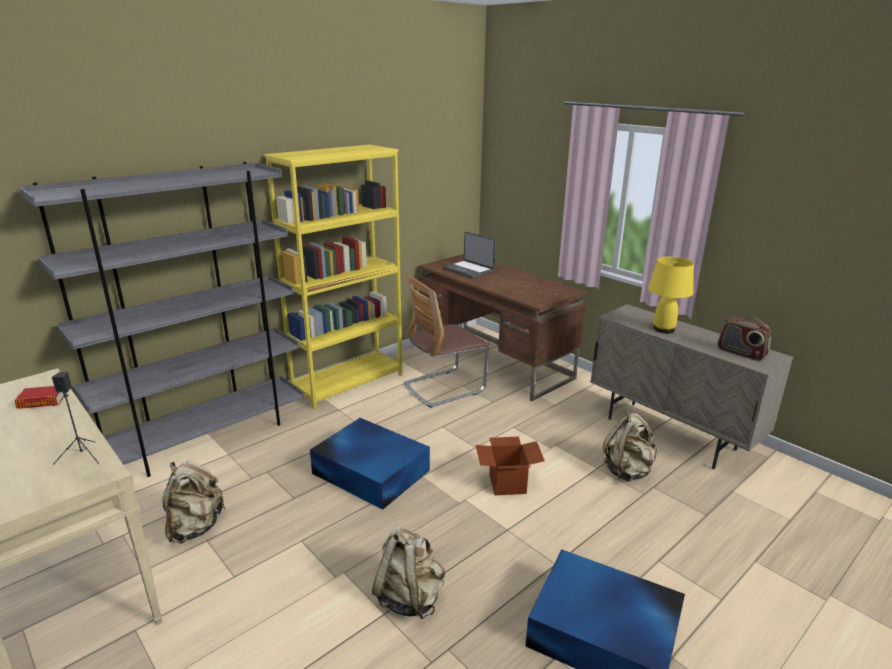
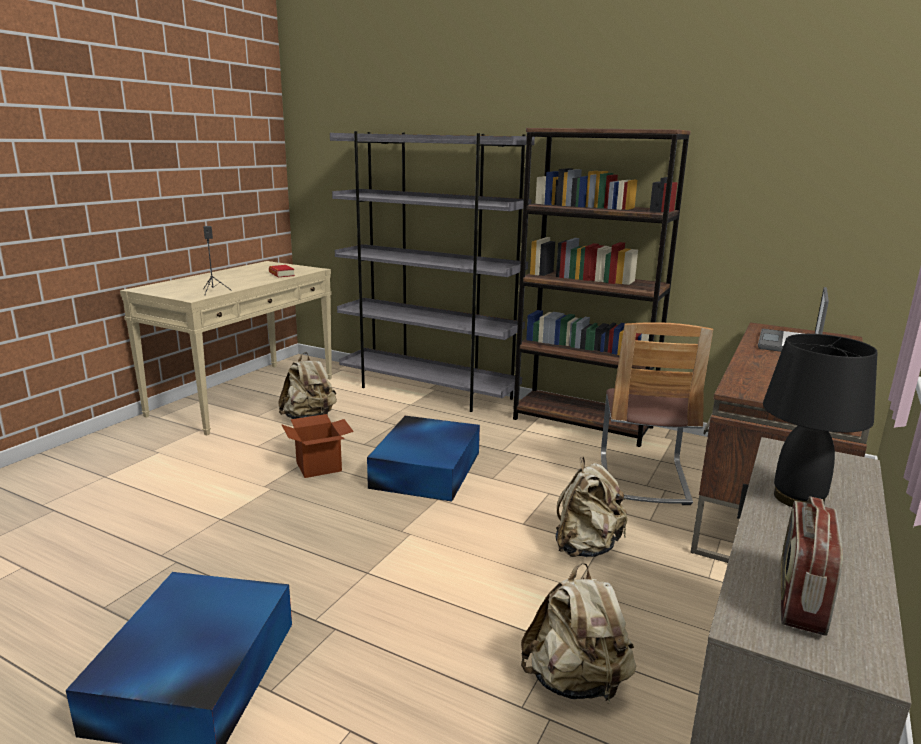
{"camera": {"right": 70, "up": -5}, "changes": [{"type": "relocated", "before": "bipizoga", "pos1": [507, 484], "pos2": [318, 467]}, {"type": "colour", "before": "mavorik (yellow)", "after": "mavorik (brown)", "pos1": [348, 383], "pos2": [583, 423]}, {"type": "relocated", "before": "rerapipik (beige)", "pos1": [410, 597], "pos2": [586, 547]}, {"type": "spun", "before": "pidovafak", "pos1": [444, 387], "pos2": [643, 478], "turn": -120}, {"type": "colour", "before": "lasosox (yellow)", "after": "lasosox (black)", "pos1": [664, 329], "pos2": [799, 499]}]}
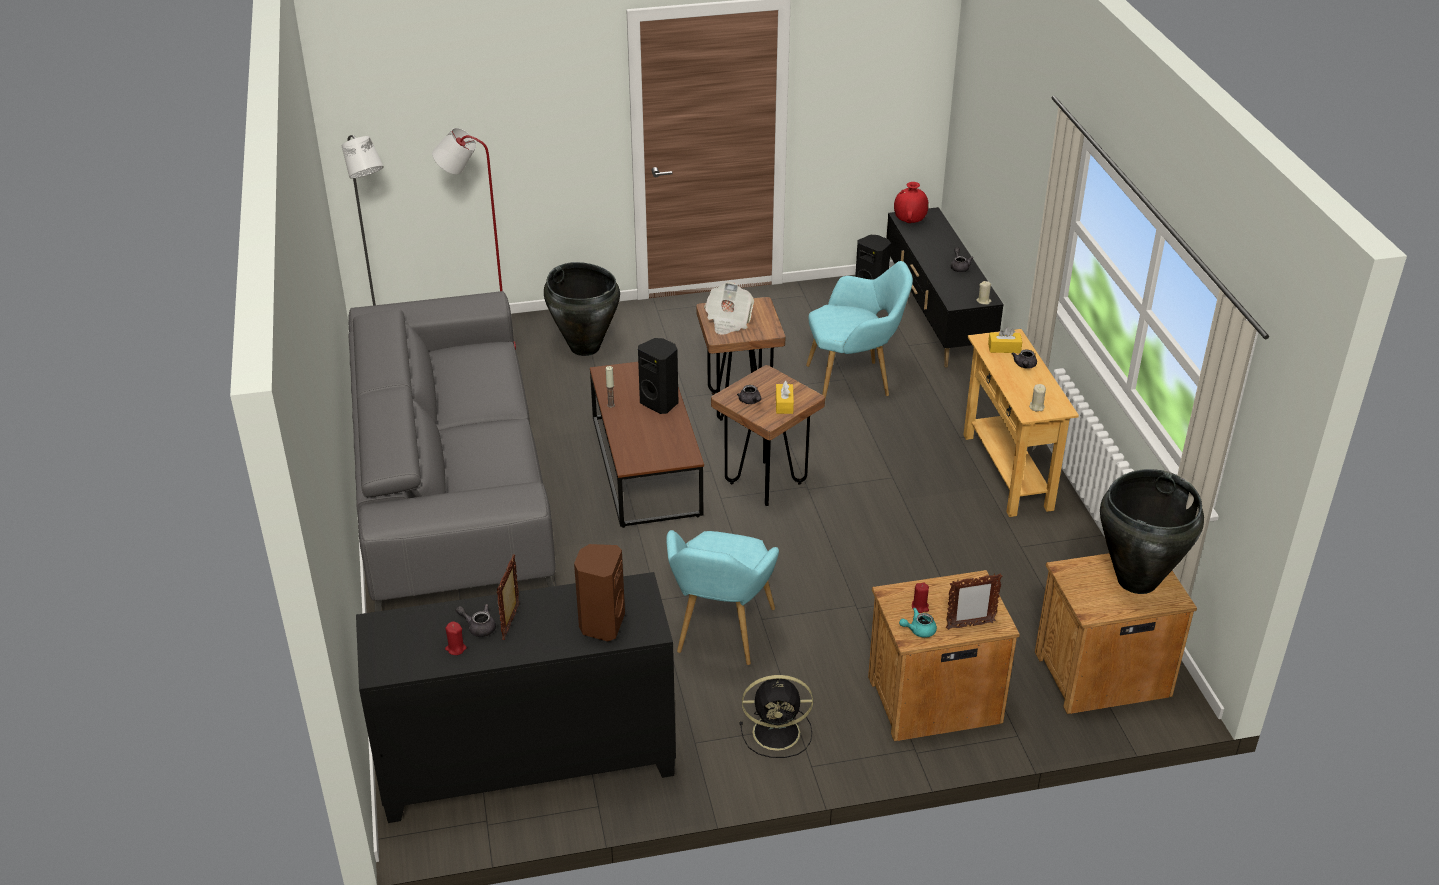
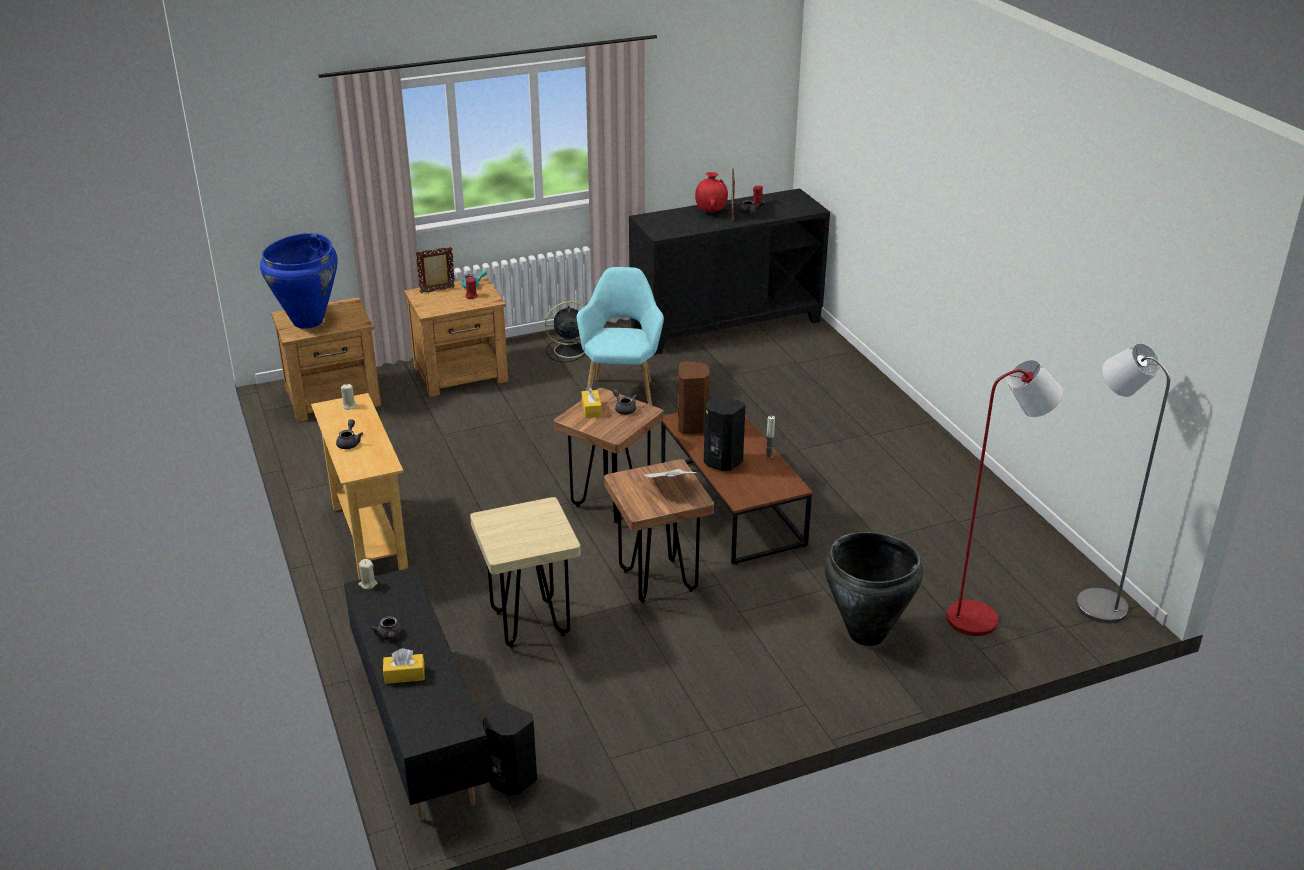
{"camera": {"right": 170, "up": -5}, "changes": [{"type": "colour", "before": "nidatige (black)", "after": "nidatige (blue)", "pos1": [1137, 580], "pos2": [308, 322]}, {"type": "relocated", "before": "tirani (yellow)", "pos1": [1004, 348], "pos2": [404, 675]}, {"type": "exchanged", "before": "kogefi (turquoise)", "after": "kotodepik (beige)", "pos1": [854, 382], "pos2": [530, 623]}, {"type": "relocated", "before": "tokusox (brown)", "pos1": [601, 624], "pos2": [693, 426]}, {"type": "relocated", "before": "nidatige (red)", "pos1": [909, 222], "pos2": [711, 212]}, {"type": "missing", "before": "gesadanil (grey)", "pos1": [450, 481]}]}
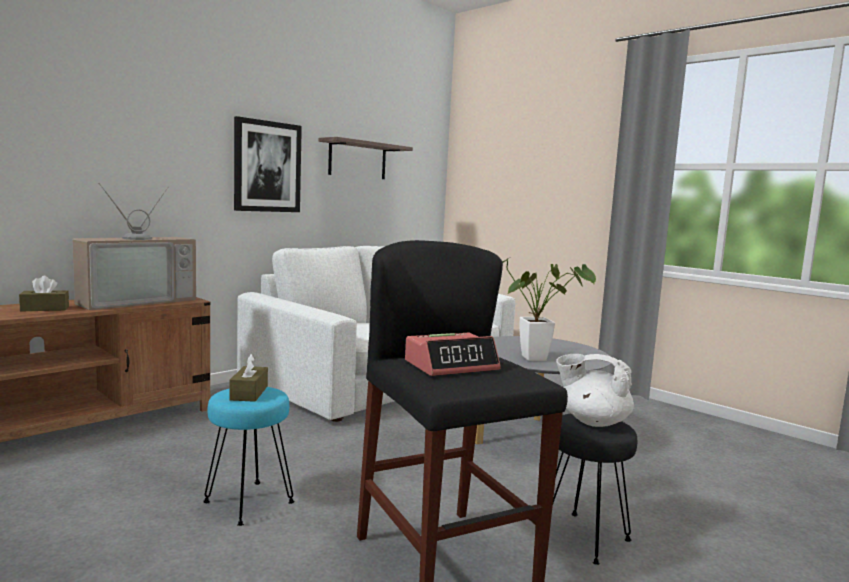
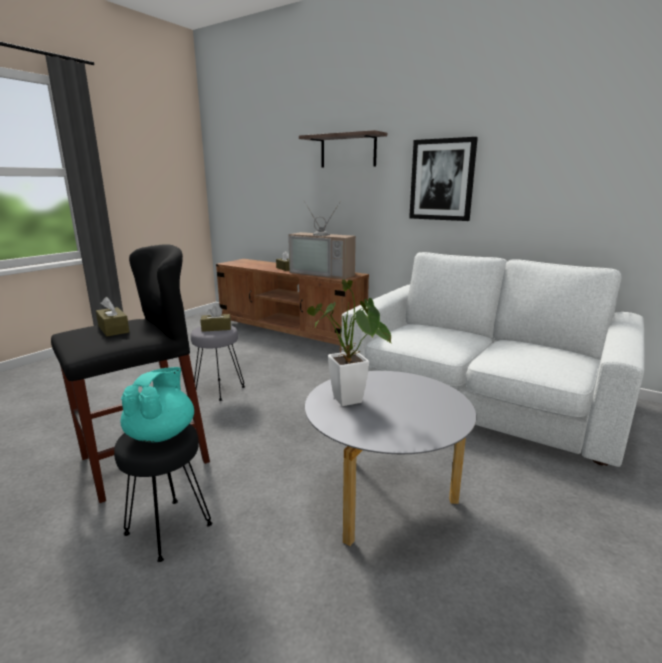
{"camera": {"right": 80, "up": 10}, "changes": [{"type": "exchanged", "before": "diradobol", "after": "tirani (brown)", "pos1": [451, 365], "pos2": [113, 329]}, {"type": "colour", "before": "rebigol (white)", "after": "rebigol (turquoise)", "pos1": [592, 421], "pos2": [161, 434]}, {"type": "colour", "before": "kotodepik (turquoise)", "after": "kotodepik (grey)", "pos1": [248, 503], "pos2": [219, 389]}, {"type": "relocated", "before": "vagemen", "pos1": [357, 160], "pos2": [348, 151]}]}
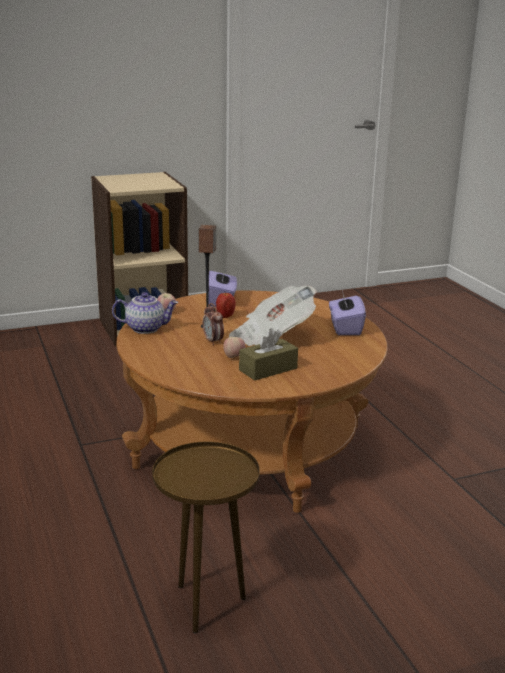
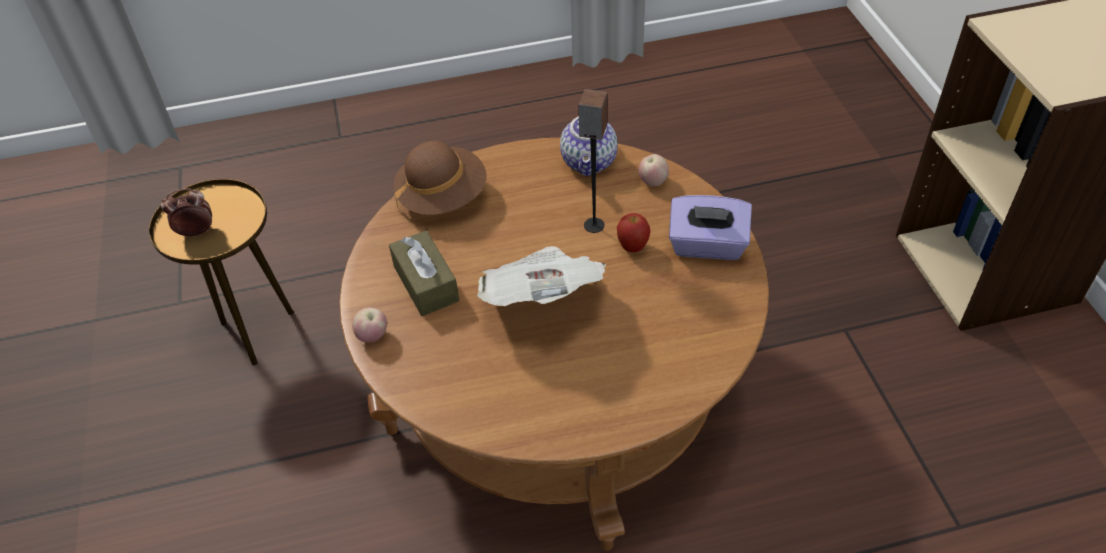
{"camera": {"right": 100, "up": 25}, "changes": [{"type": "relocated", "before": "diradobol", "pos1": [213, 341], "pos2": [196, 232]}, {"type": "relocated", "before": "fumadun", "pos1": [234, 357], "pos2": [372, 336]}, {"type": "appeared", "after": "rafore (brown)", "pos2": [442, 197]}, {"type": "missing", "before": "tirani (purple)", "pos1": [345, 328]}]}
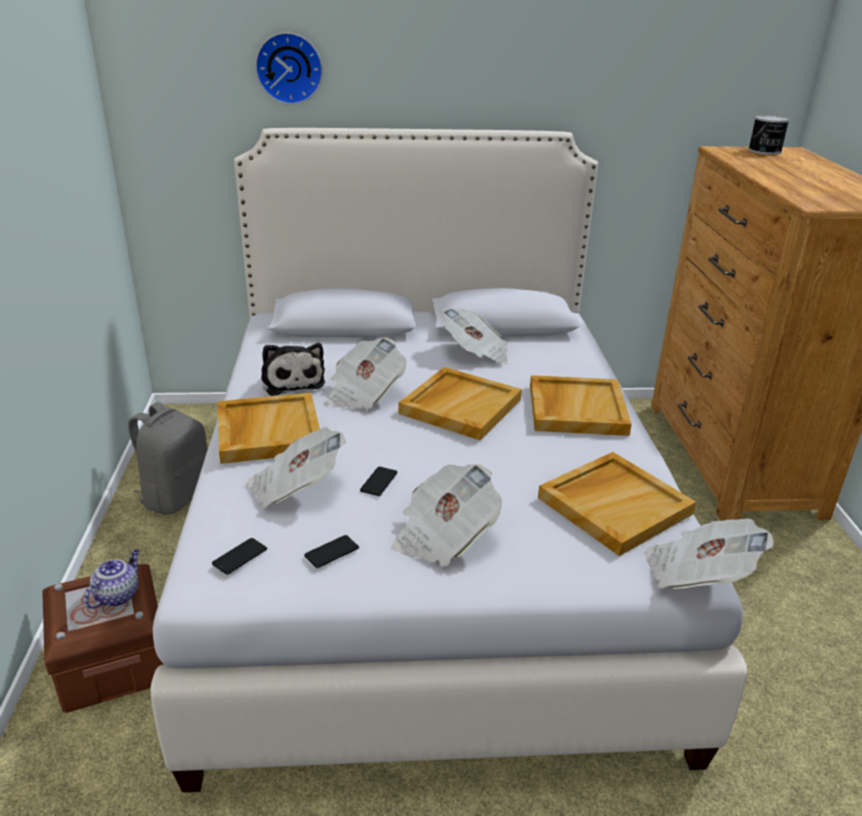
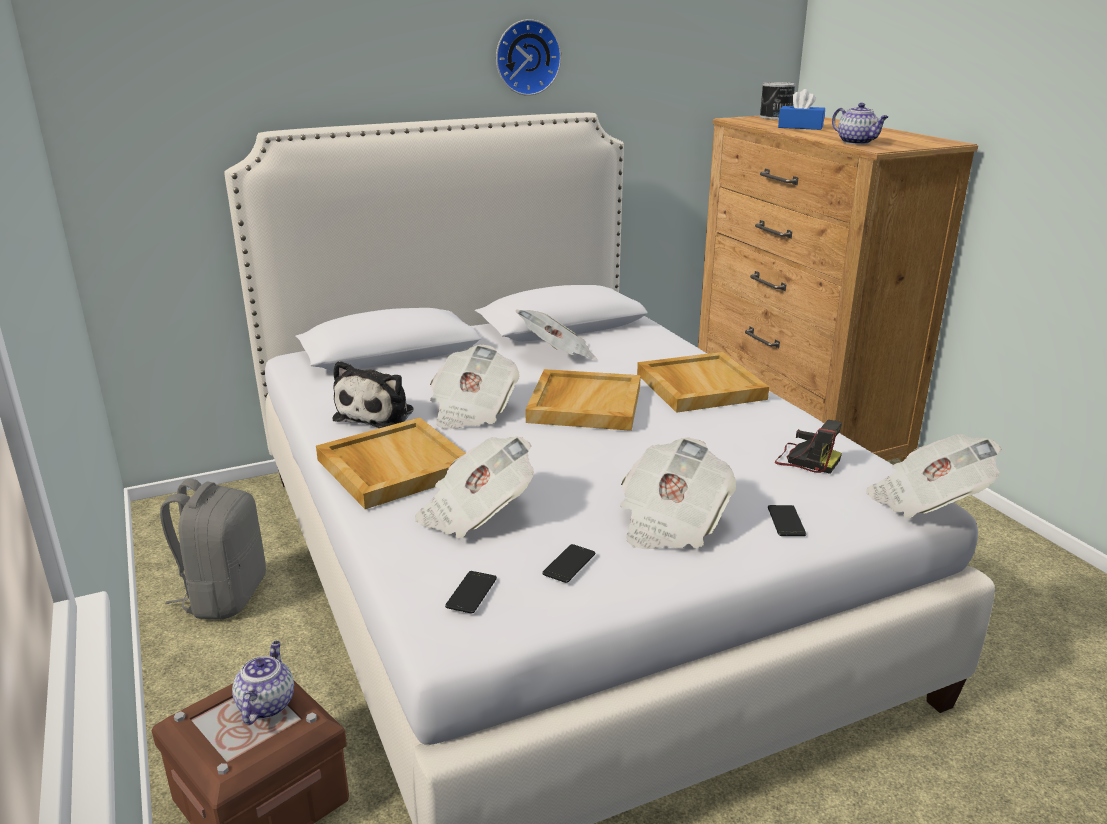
{"camera": {"right": -20, "up": -5}, "changes": [{"type": "spun", "before": "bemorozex", "pos1": [292, 381], "pos2": [377, 414], "turn": 60}, {"type": "relocated", "before": "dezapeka", "pos1": [289, 68], "pos2": [526, 57]}, {"type": "relocated", "before": "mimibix", "pos1": [379, 481], "pos2": [786, 521]}, {"type": "exchanged", "before": "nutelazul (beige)", "after": "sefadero", "pos1": [614, 505], "pos2": [805, 460]}, {"type": "appeared", "after": "tirani (blue)", "pos2": [800, 127]}, {"type": "appeared", "after": "rebigol", "pos2": [857, 142]}]}
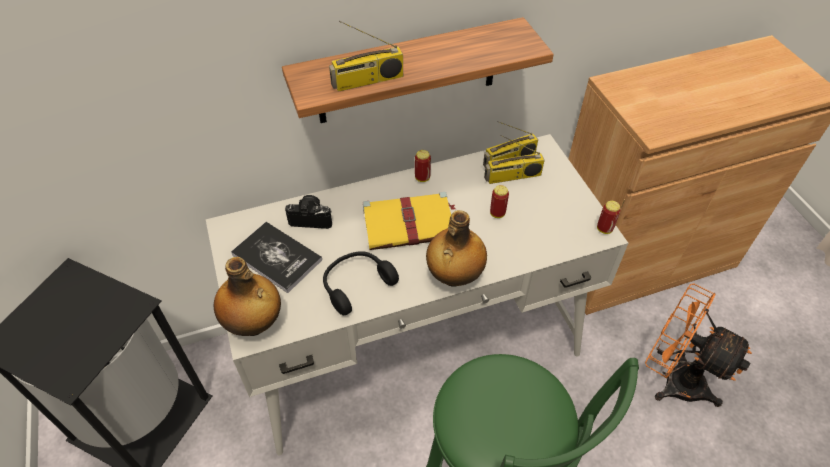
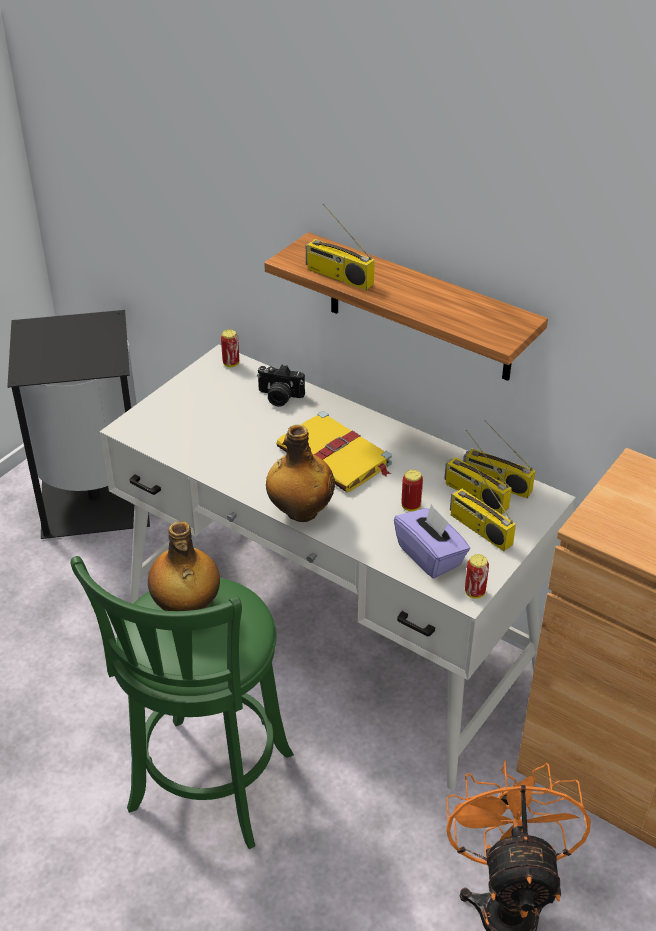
{"camera": {"right": 55, "up": -10}, "changes": [{"type": "relocated", "before": "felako", "pos1": [254, 324], "pos2": [186, 609]}, {"type": "relocated", "before": "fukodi", "pos1": [422, 178], "pos2": [231, 363]}, {"type": "spun", "before": "sefadero", "pos1": [311, 218], "pos2": [279, 397], "turn": 135}, {"type": "appeared", "after": "tirani (purple)", "pos2": [430, 556]}, {"type": "appeared", "after": "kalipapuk", "pos2": [479, 529]}, {"type": "missing", "before": "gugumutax", "pos1": [277, 257]}, {"type": "missing", "before": "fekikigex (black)", "pos1": [356, 284]}]}
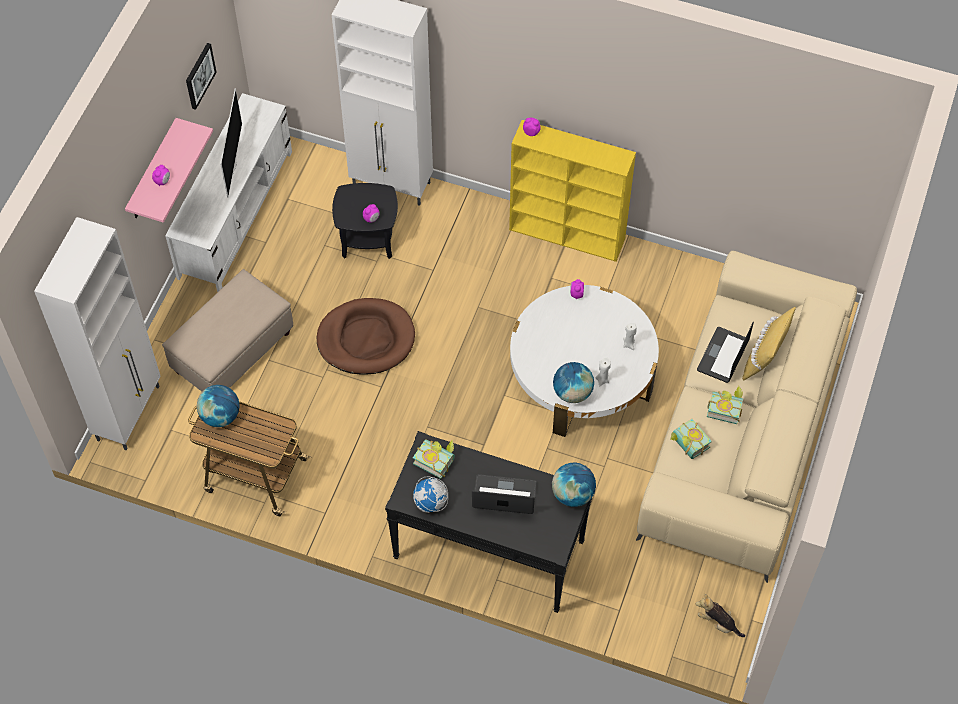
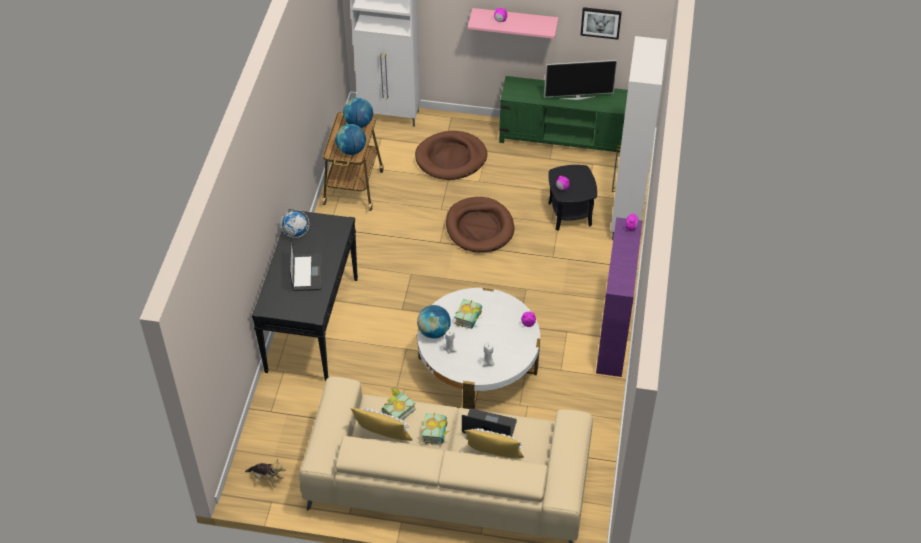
{"camera": {"right": 80, "up": -10}, "changes": [{"type": "spun", "before": "bemorozex", "pos1": [718, 622], "pos2": [267, 478], "turn": 90}, {"type": "relocated", "before": "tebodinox", "pos1": [572, 494], "pos2": [351, 150]}, {"type": "appeared", "after": "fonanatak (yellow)", "pos2": [382, 439]}, {"type": "exchanged", "before": "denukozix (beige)", "after": "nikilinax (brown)", "pos1": [233, 351], "pos2": [451, 158]}, {"type": "relocated", "before": "gugumutax", "pos1": [436, 459], "pos2": [471, 319]}, {"type": "colour", "before": "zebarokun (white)", "after": "zebarokun (green)", "pos1": [236, 213], "pos2": [570, 138]}, {"type": "colour", "before": "mavorik (yellow)", "after": "mavorik (purple)", "pos1": [568, 234], "pos2": [613, 337]}]}
